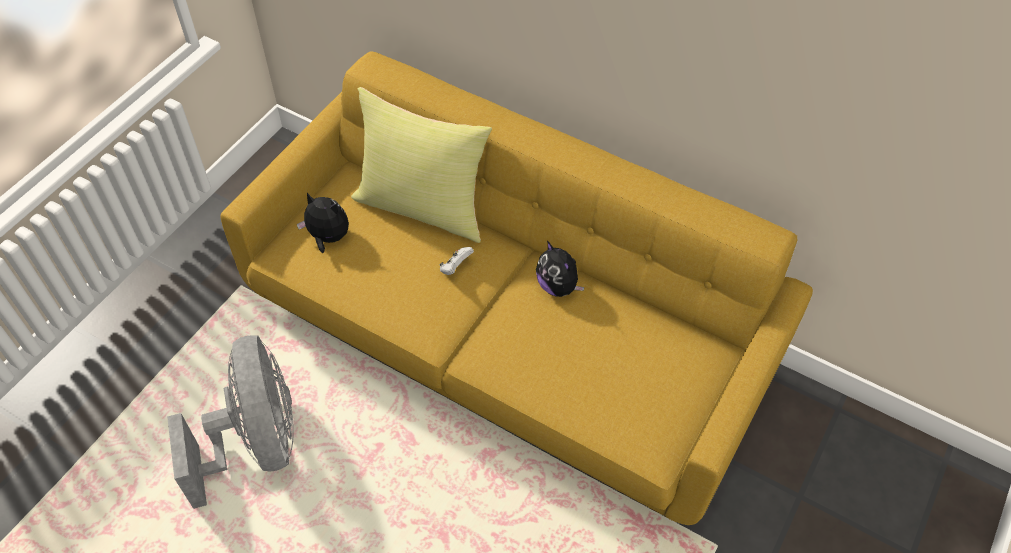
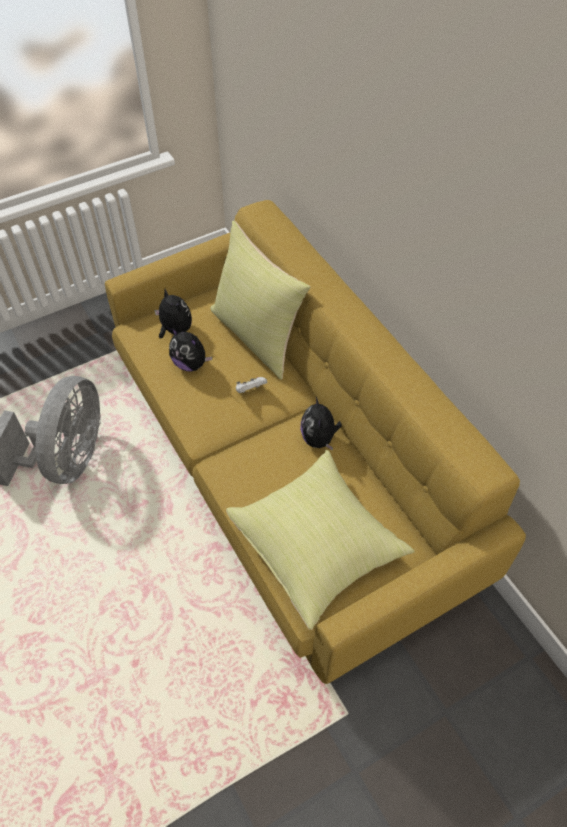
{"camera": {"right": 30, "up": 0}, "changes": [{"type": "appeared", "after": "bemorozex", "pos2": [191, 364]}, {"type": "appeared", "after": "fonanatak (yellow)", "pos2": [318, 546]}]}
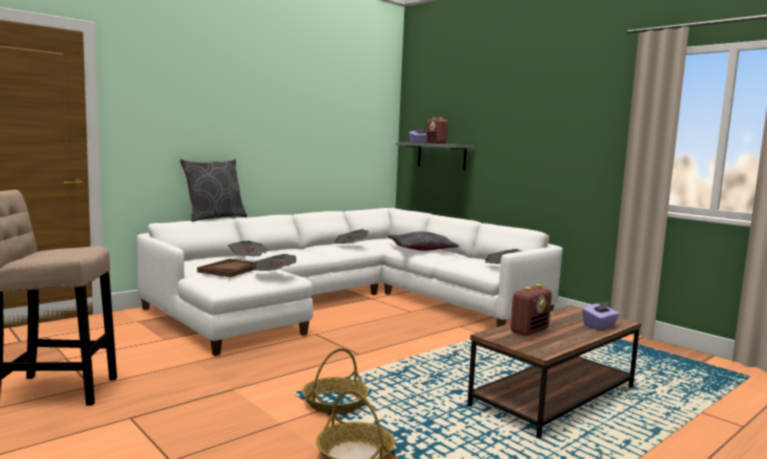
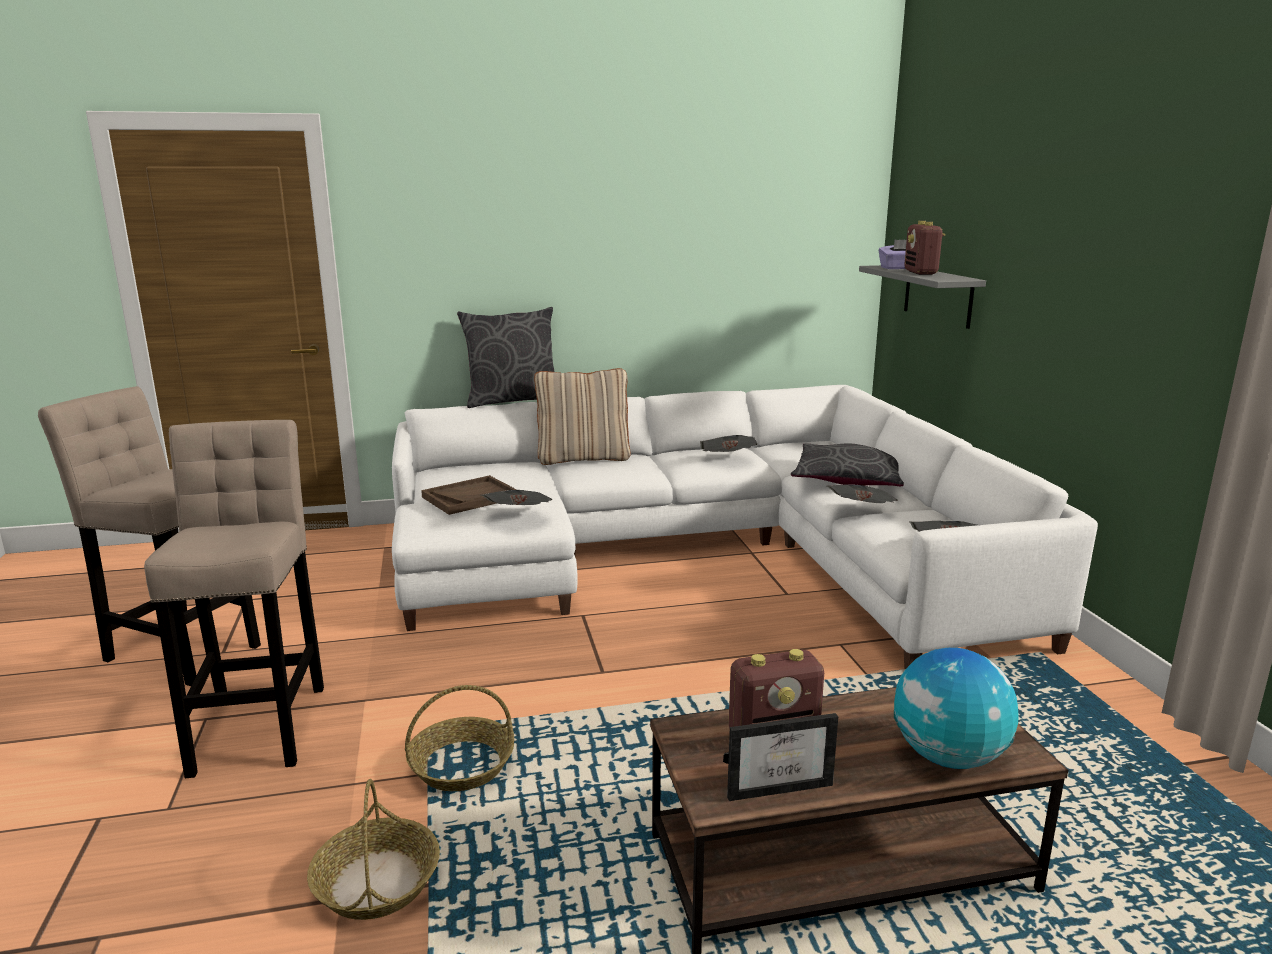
{"camera": {"right": 30, "up": 10}, "changes": [{"type": "appeared", "after": "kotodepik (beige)", "pos2": [260, 723]}, {"type": "appeared", "after": "fonanatak (beige)", "pos2": [583, 458]}, {"type": "appeared", "after": "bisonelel", "pos2": [778, 784]}, {"type": "relocated", "before": "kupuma", "pos1": [249, 260], "pos2": [861, 512]}, {"type": "exchanged", "before": "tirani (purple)", "after": "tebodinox", "pos1": [599, 326], "pos2": [948, 757]}]}
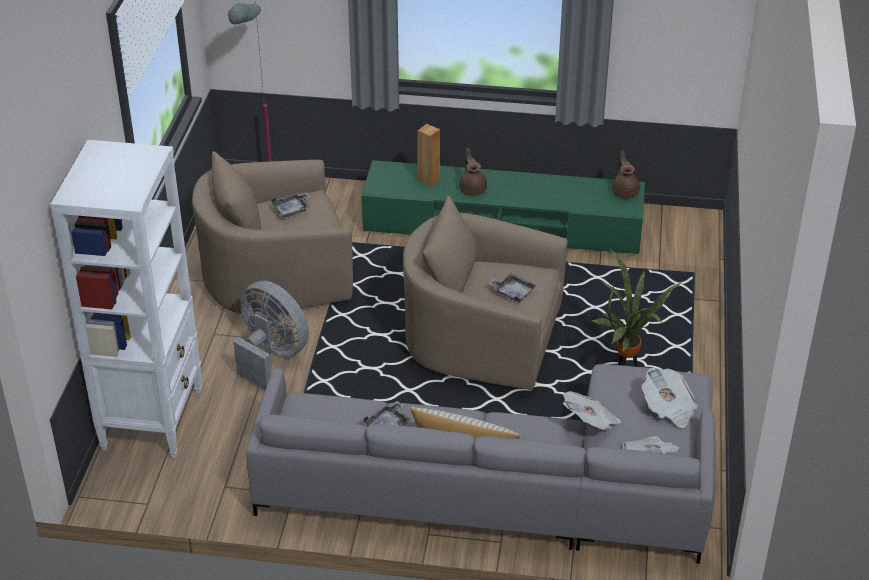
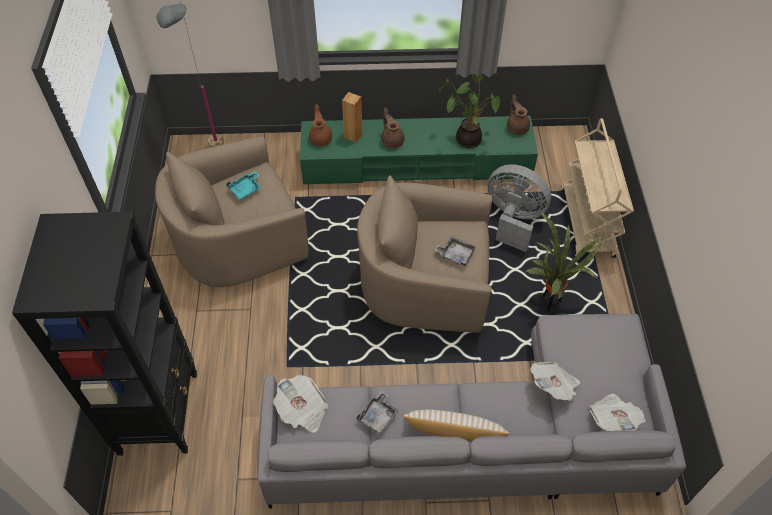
{"camera": {"right": -10, "up": 15}, "changes": [{"type": "colour", "before": "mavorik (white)", "after": "mavorik (black)", "pos1": [153, 418], "pos2": [159, 412]}, {"type": "colour", "before": "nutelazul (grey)", "after": "nutelazul (turquoise)", "pos1": [292, 209], "pos2": [246, 189]}, {"type": "relocated", "before": "kupuma", "pos1": [668, 409], "pos2": [302, 410]}, {"type": "appeared", "after": "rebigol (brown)", "pos2": [321, 138]}, {"type": "appeared", "after": "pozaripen", "pos2": [468, 138]}, {"type": "relocated", "before": "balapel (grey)", "pos1": [271, 357], "pos2": [513, 220]}, {"type": "appeared", "after": "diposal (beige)", "pos2": [587, 223]}]}
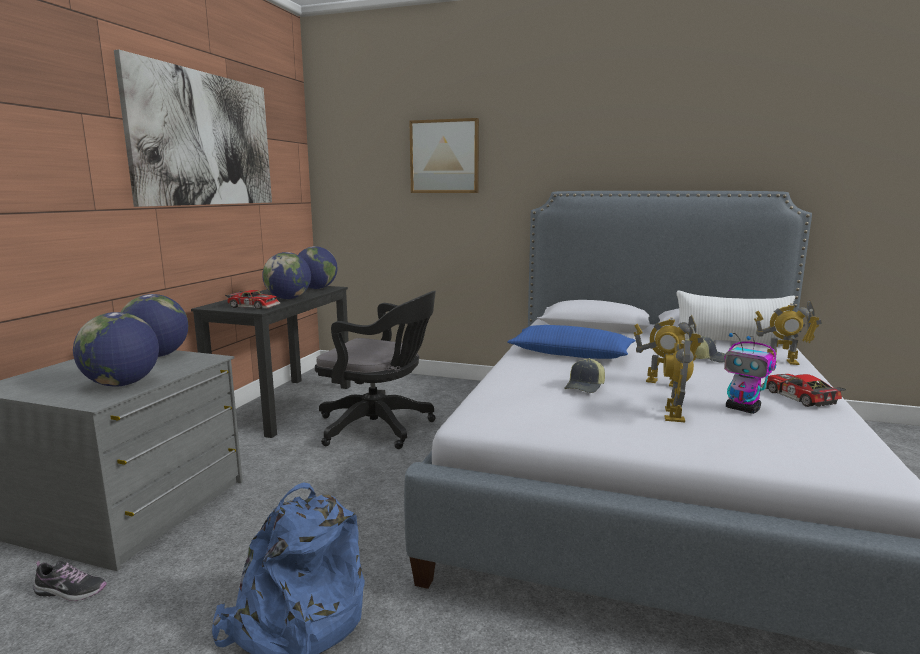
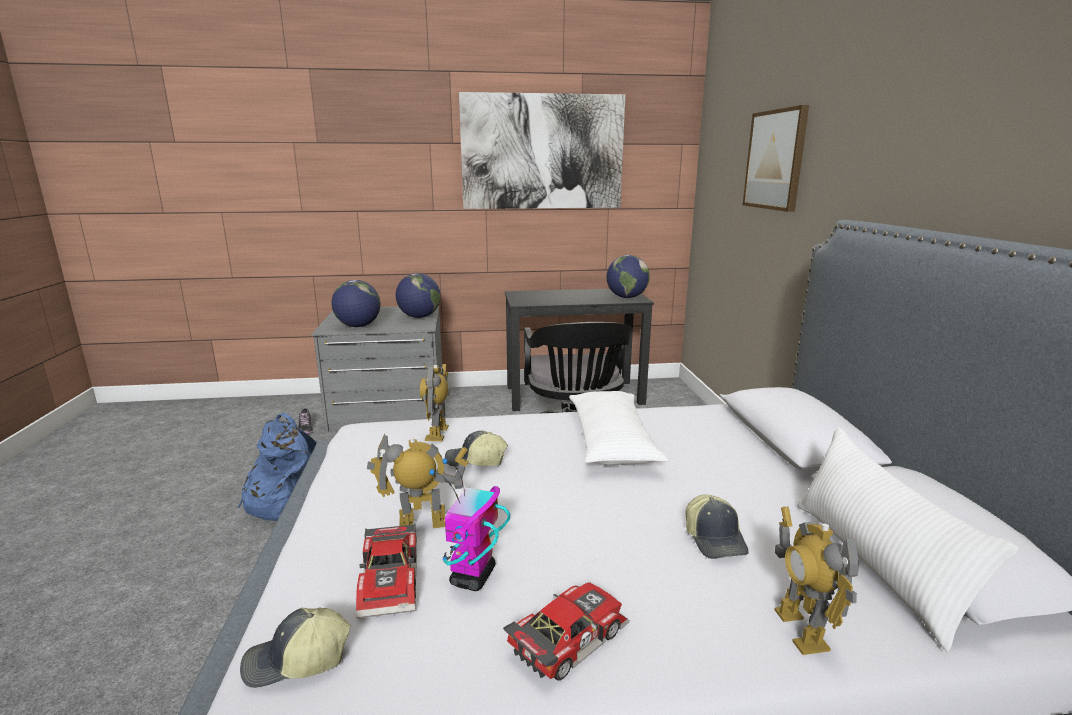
{"camera": {"right": 65, "up": 5}, "changes": [{"type": "appeared", "after": "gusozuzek", "pos2": [297, 662]}, {"type": "relocated", "before": "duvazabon", "pos1": [254, 306], "pos2": [393, 579]}, {"type": "relocated", "before": "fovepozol", "pos1": [663, 382], "pos2": [438, 433]}, {"type": "colour", "before": "fonanatak (blue)", "after": "fonanatak (white)", "pos1": [570, 354], "pos2": [612, 440]}, {"type": "missing", "before": "tebodinox", "pos1": [288, 298]}]}
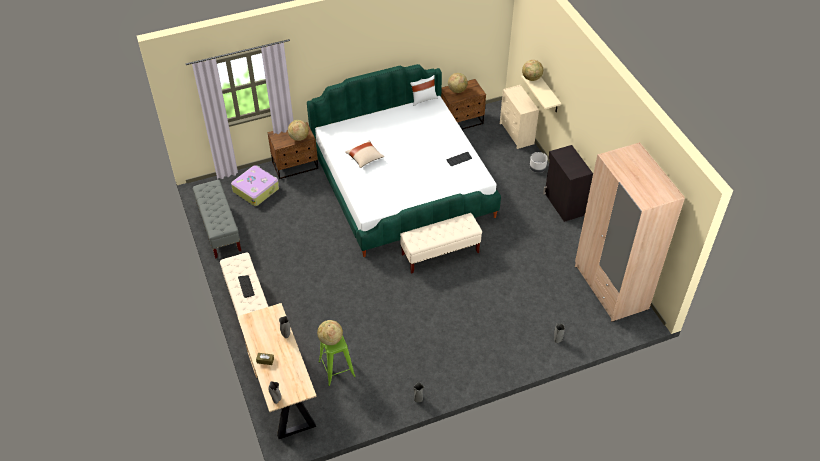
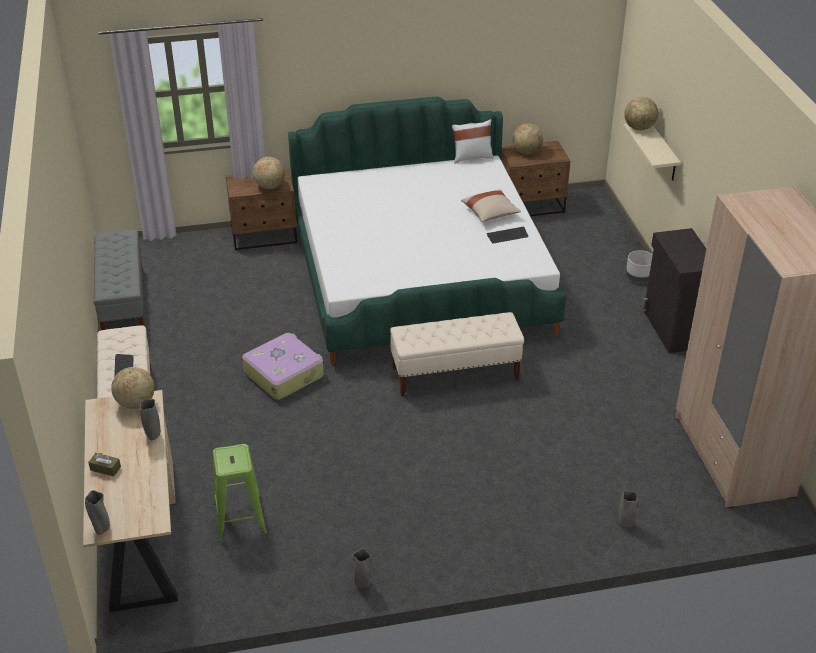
{"camera": {"right": 10, "up": -10}, "changes": [{"type": "relocated", "before": "tebodinox", "pos1": [330, 339], "pos2": [135, 403]}, {"type": "relocated", "before": "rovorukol", "pos1": [256, 189], "pos2": [284, 373]}, {"type": "relocated", "before": "fonanatak (beige)", "pos1": [365, 158], "pos2": [490, 214]}, {"type": "missing", "before": "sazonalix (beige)", "pos1": [517, 134]}]}
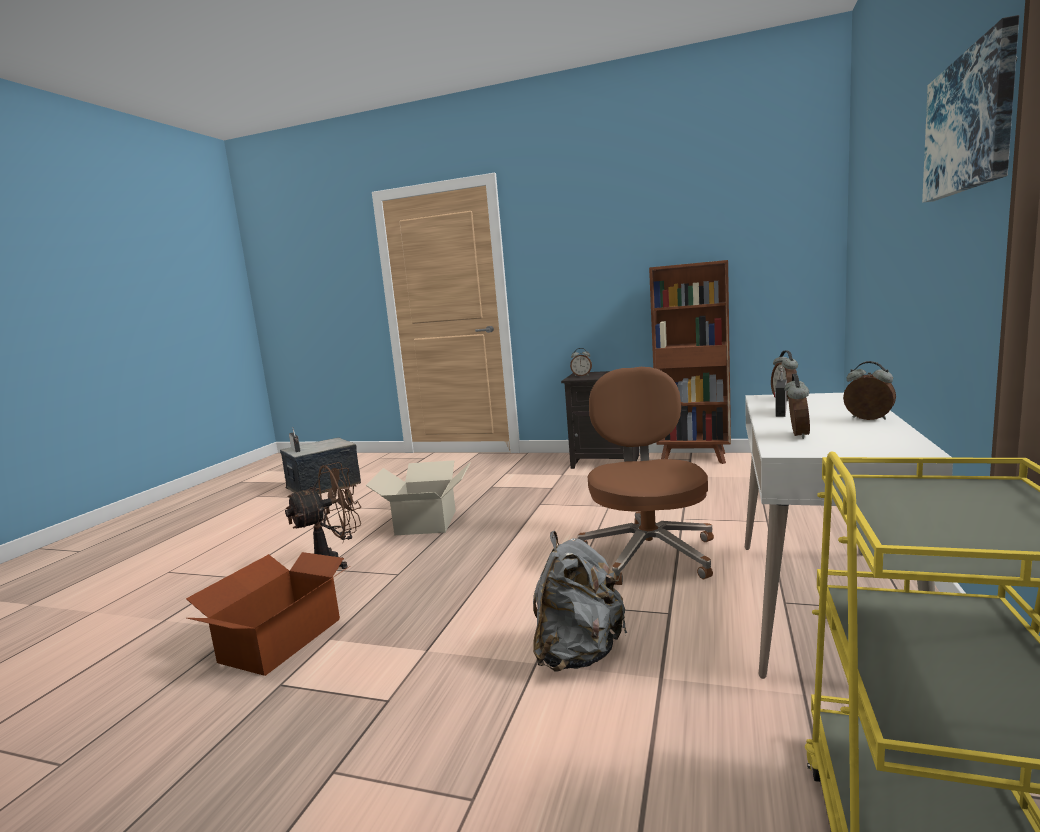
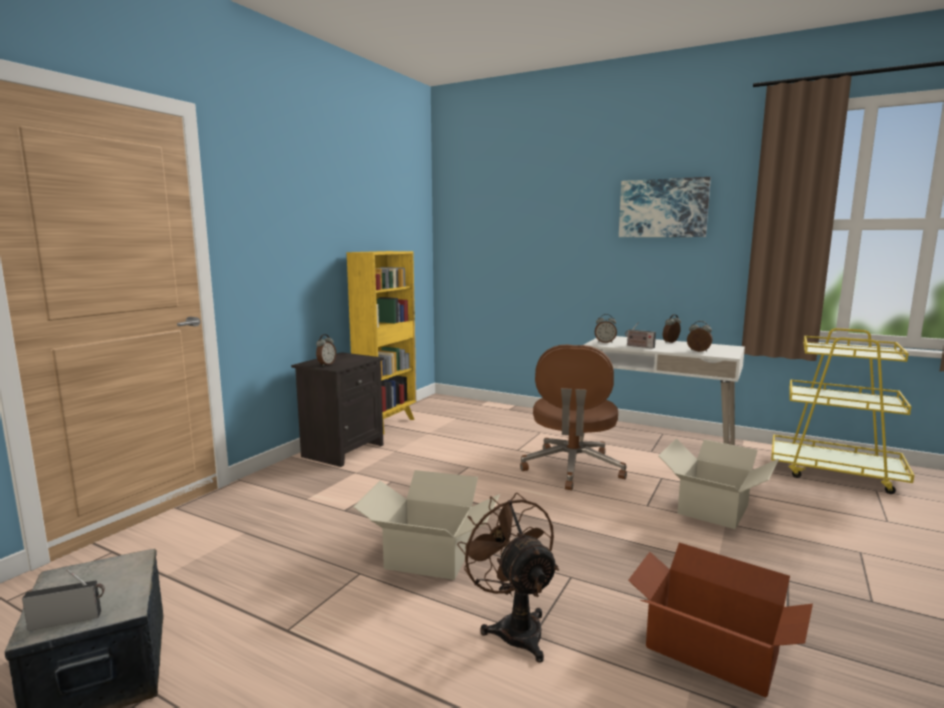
{"camera": {"right": -80, "up": 0}, "changes": [{"type": "colour", "before": "mavorik (brown)", "after": "mavorik (yellow)", "pos1": [694, 458], "pos2": [387, 423]}, {"type": "spun", "before": "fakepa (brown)", "pos1": [648, 552], "pos2": [572, 469], "turn": -90}, {"type": "exchanged", "before": "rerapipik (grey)", "after": "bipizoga", "pos1": [578, 654], "pos2": [712, 509]}]}
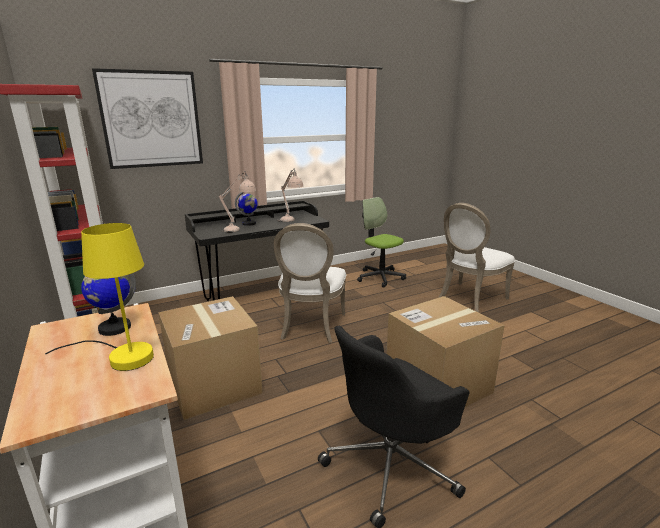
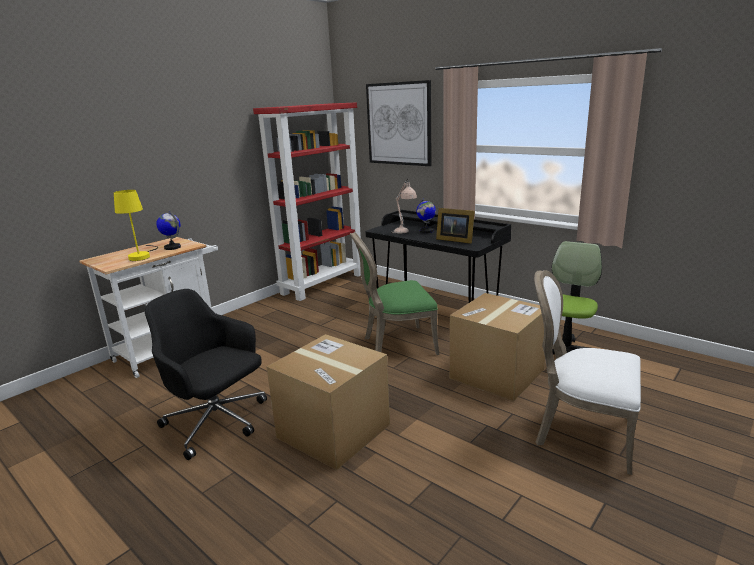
{"camera": {"right": 70, "up": 0}, "changes": [{"type": "colour", "before": "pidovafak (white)", "after": "pidovafak (green)", "pos1": [310, 327], "pos2": [396, 345]}, {"type": "exchanged", "before": "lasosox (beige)", "after": "bisonelel", "pos1": [291, 221], "pos2": [454, 240]}, {"type": "relocated", "before": "bipizoga", "pos1": [214, 385], "pos2": [497, 374]}]}
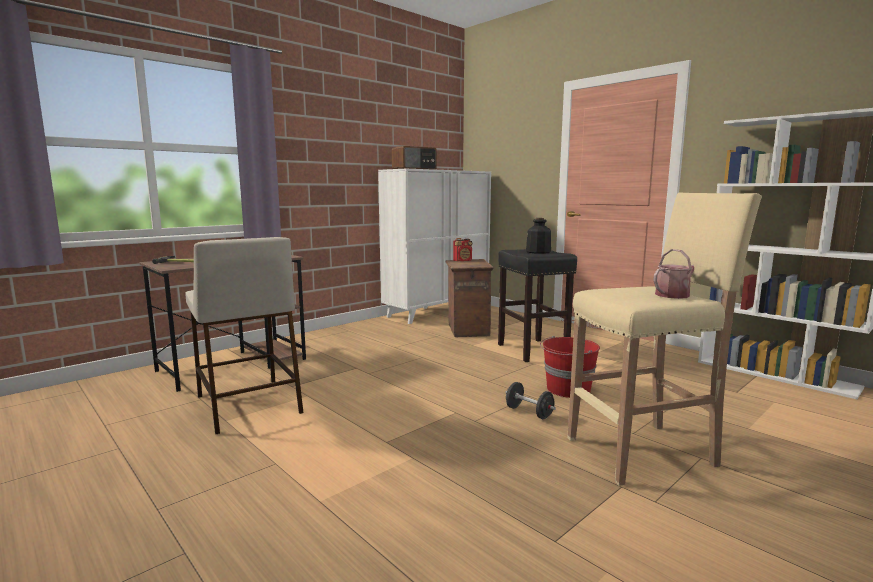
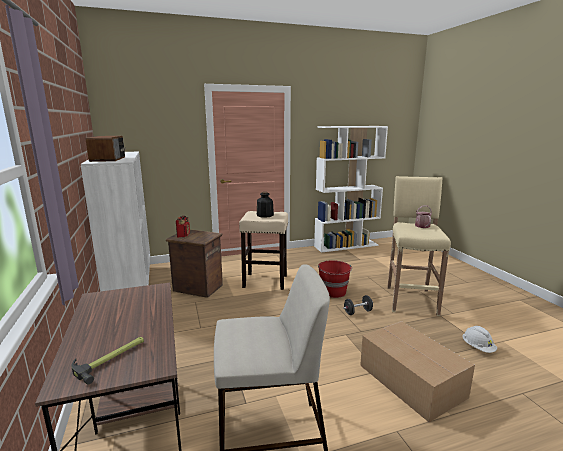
{"camera": {"right": -65, "up": 5}, "changes": [{"type": "colour", "before": "kotodepik (black)", "after": "kotodepik (beige)", "pos1": [533, 350], "pos2": [266, 281]}, {"type": "appeared", "after": "bipizoga", "pos2": [412, 382]}, {"type": "appeared", "after": "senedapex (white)", "pos2": [478, 348]}]}
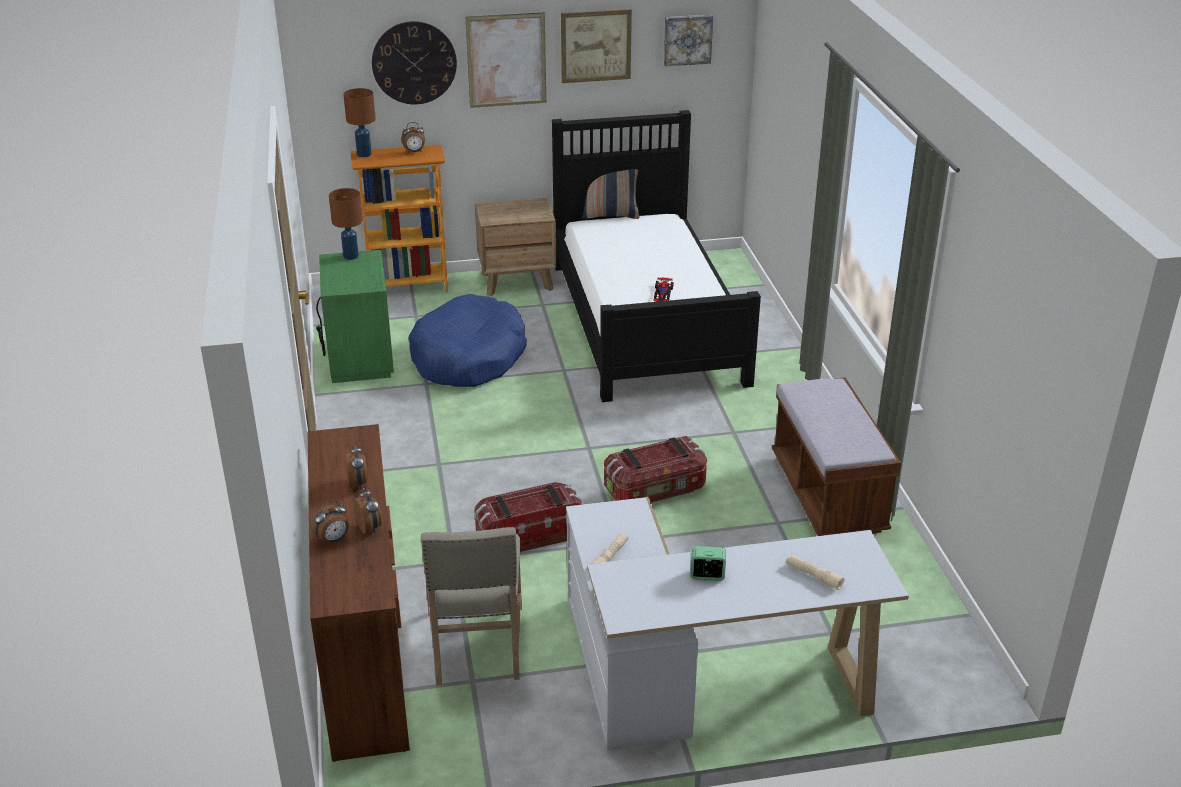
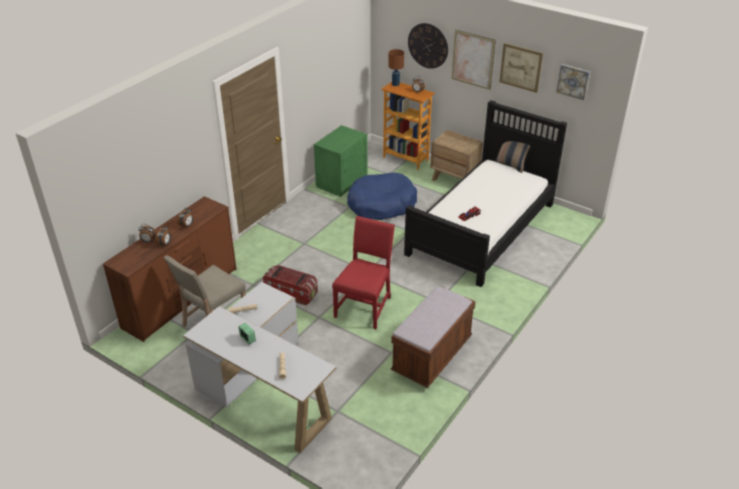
{"camera": {"right": 45, "up": 5}, "changes": [{"type": "exchanged", "before": "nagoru", "after": "pidovafak (red)", "pos1": [655, 490], "pos2": [365, 306]}, {"type": "missing", "before": "lasosox (brown)", "pos1": [351, 256]}]}
